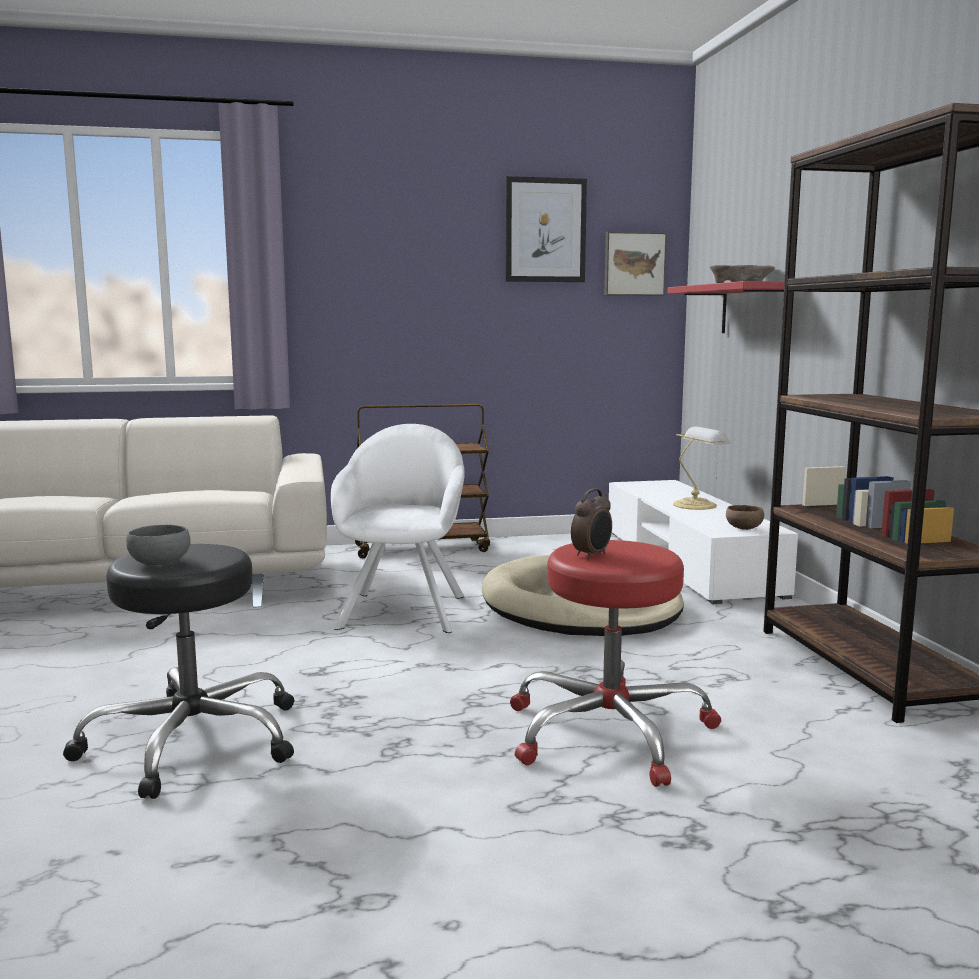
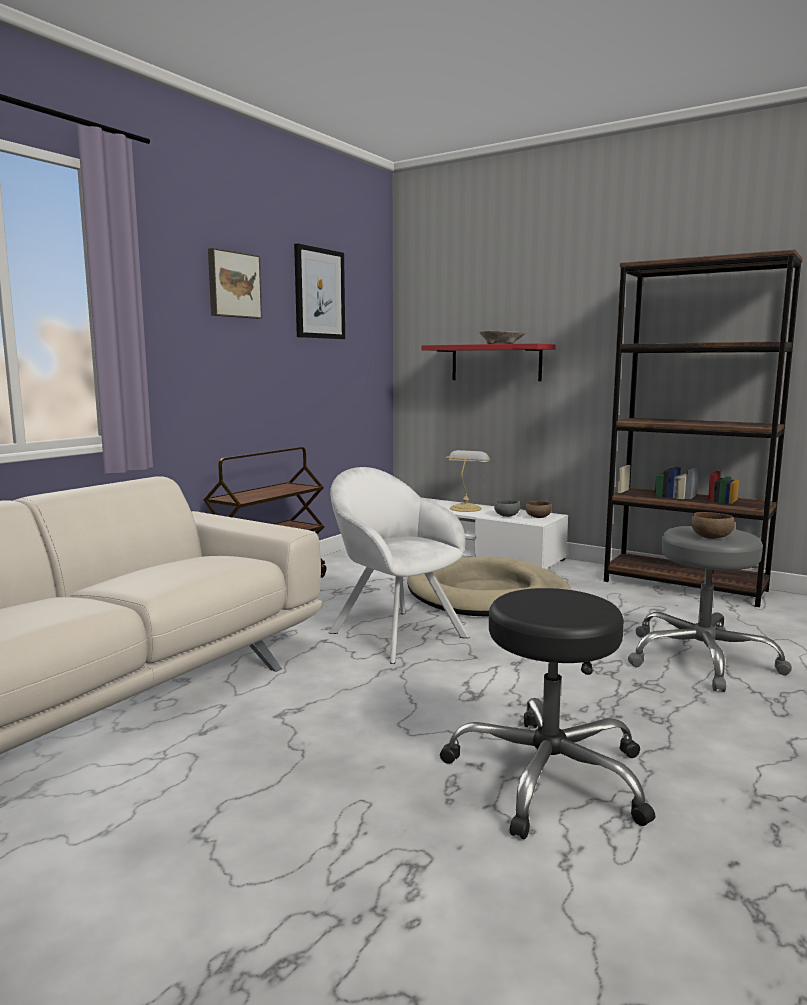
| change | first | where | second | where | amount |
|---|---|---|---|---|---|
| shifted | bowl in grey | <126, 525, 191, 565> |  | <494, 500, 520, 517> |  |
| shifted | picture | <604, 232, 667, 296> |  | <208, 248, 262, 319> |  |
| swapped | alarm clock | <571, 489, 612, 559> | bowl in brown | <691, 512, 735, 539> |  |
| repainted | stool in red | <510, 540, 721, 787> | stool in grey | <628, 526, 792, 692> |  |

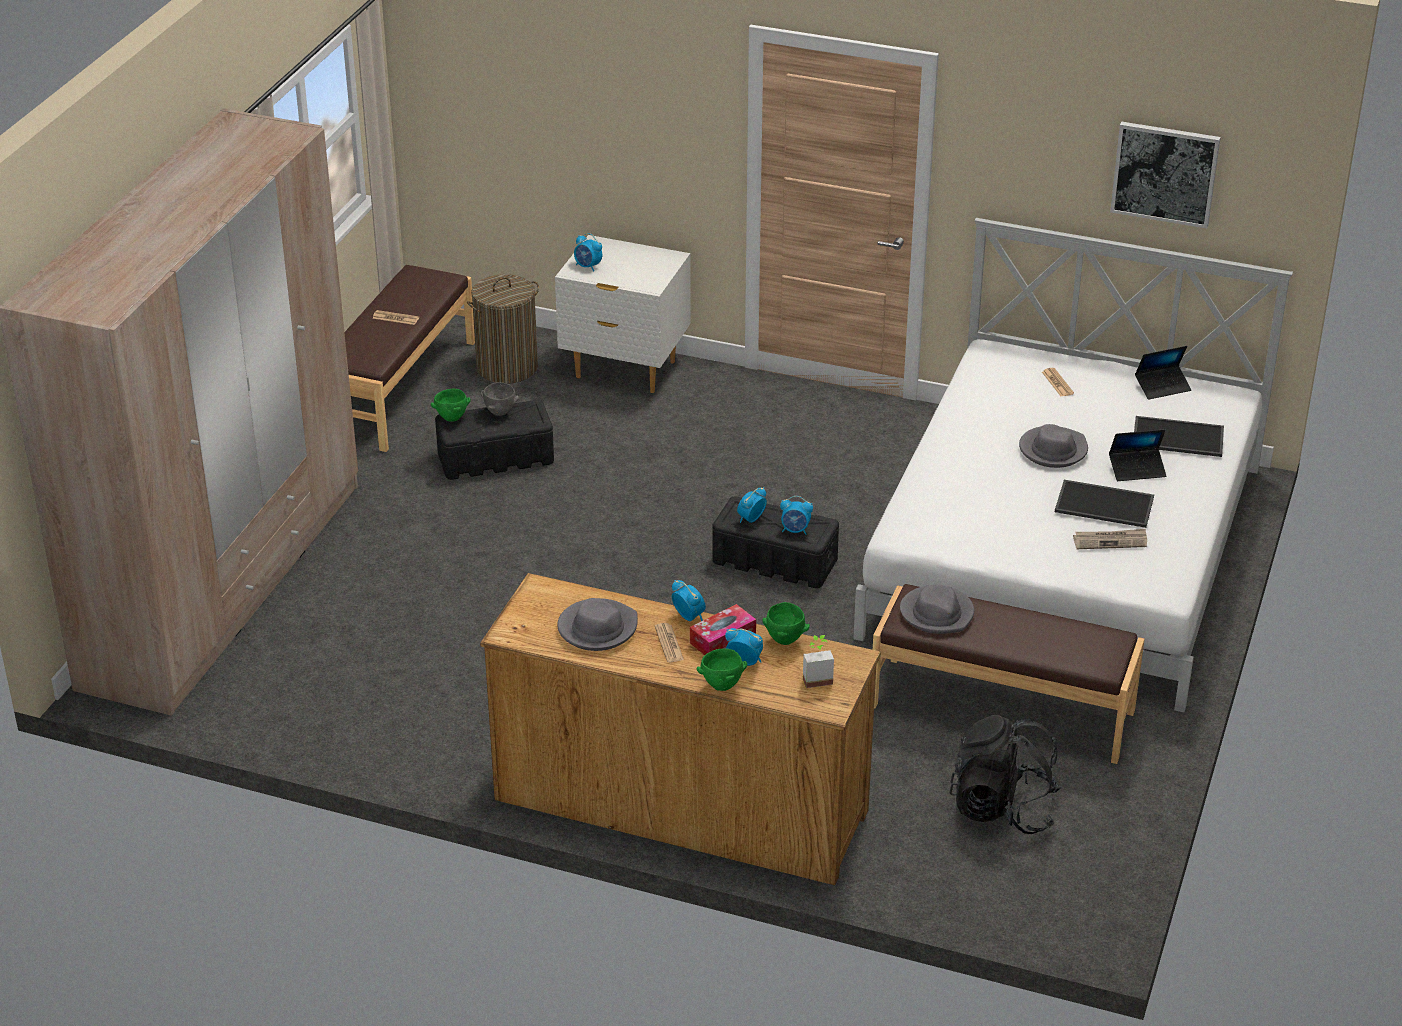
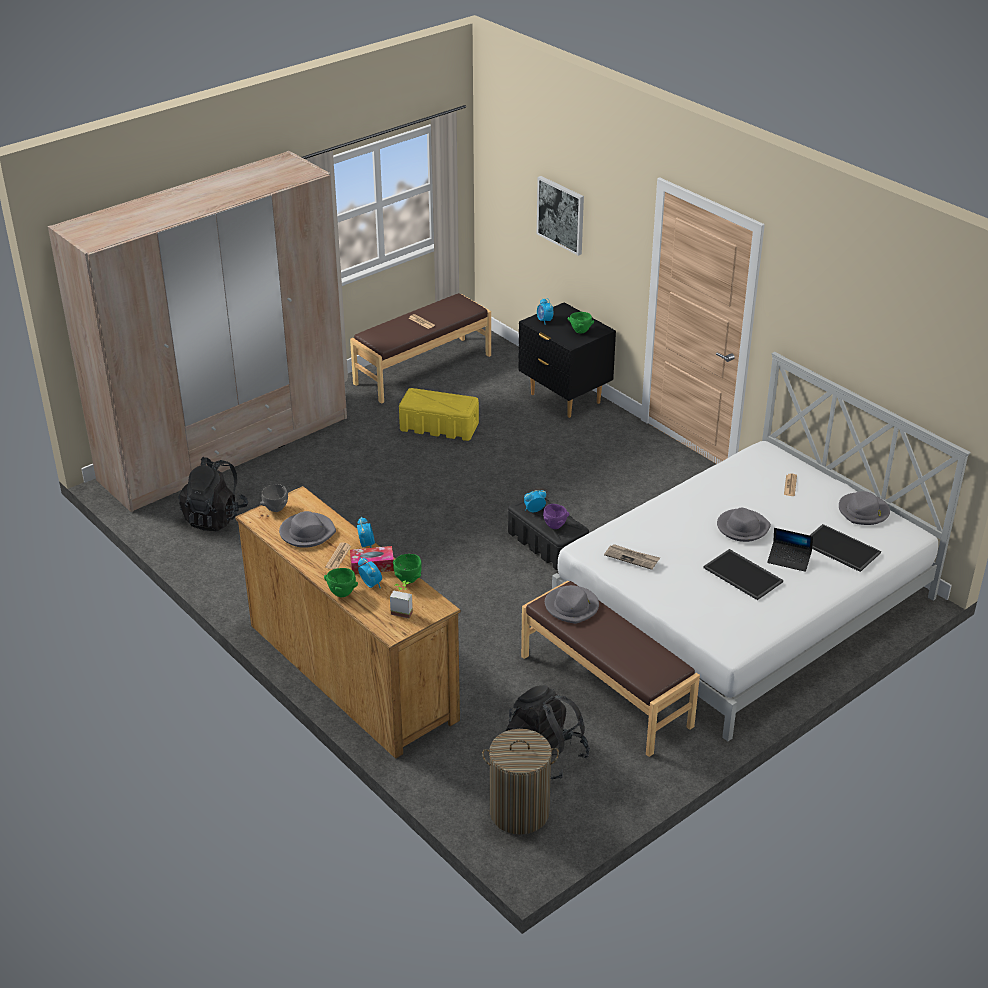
| change | first | where | second | where | amount |
|---|---|---|---|---|---|
| new |  |  | backpack in black | <179, 457, 248, 531> |  |
| shifted | bowl in green | <431, 389, 471, 422> |  | <568, 312, 594, 334> |  |
| shifted | laundry basket | <467, 274, 539, 384> |  | <482, 729, 559, 835> |  |
| shifted | bowl in grey | <481, 382, 519, 416> |  | <260, 484, 288, 512> |  |
| shifted | newspaper | <1073, 529, 1147, 549> |  | <604, 544, 660, 570> |  |
| shifted | picture | <1110, 121, 1221, 229> |  | <537, 176, 584, 256> |  |
| swapped | alarm clock | <780, 496, 813, 535> | bowl in purple | <543, 504, 569, 529> |  |
| swapped | laptop | <1135, 346, 1191, 400> | hat in grey | <839, 491, 890, 525> |  |
| repainted | storage box in black | <435, 400, 554, 480> | storage box in yellow | <399, 388, 479, 441> |  |
| repainted | nightstand in white | <555, 235, 691, 393> | nightstand in black | <518, 302, 616, 418> |  |

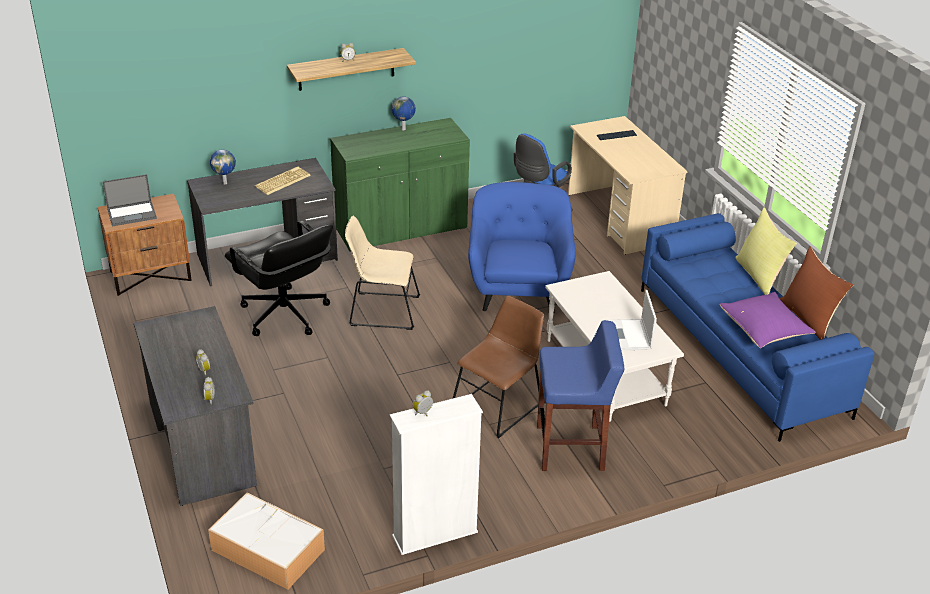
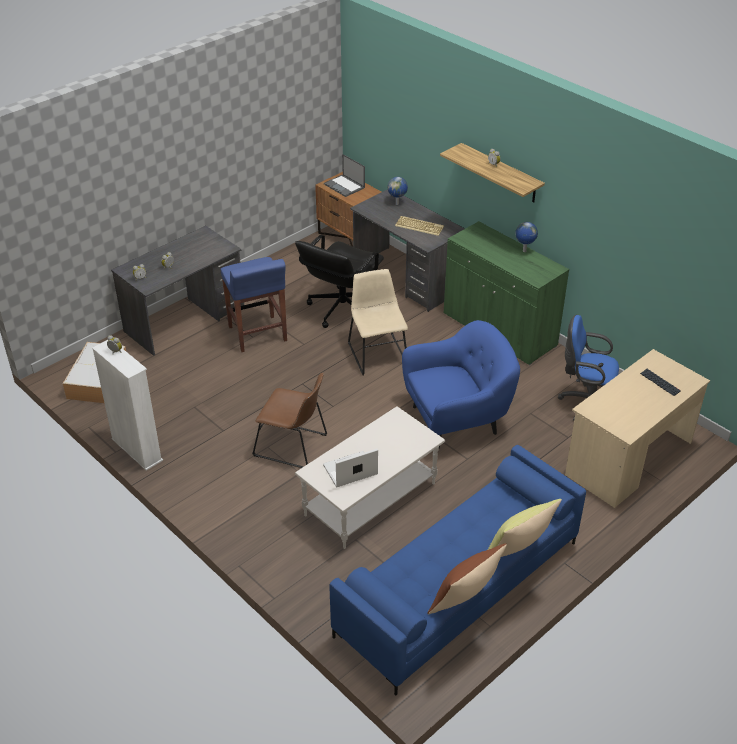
| change | first | where | second | where | amount |
|---|---|---|---|---|---|
| gone | pillow in purple | <720, 292, 816, 348> |  |  |  |
| shifted | stool in blue | <537, 320, 624, 471> |  | <221, 257, 287, 352> |  |

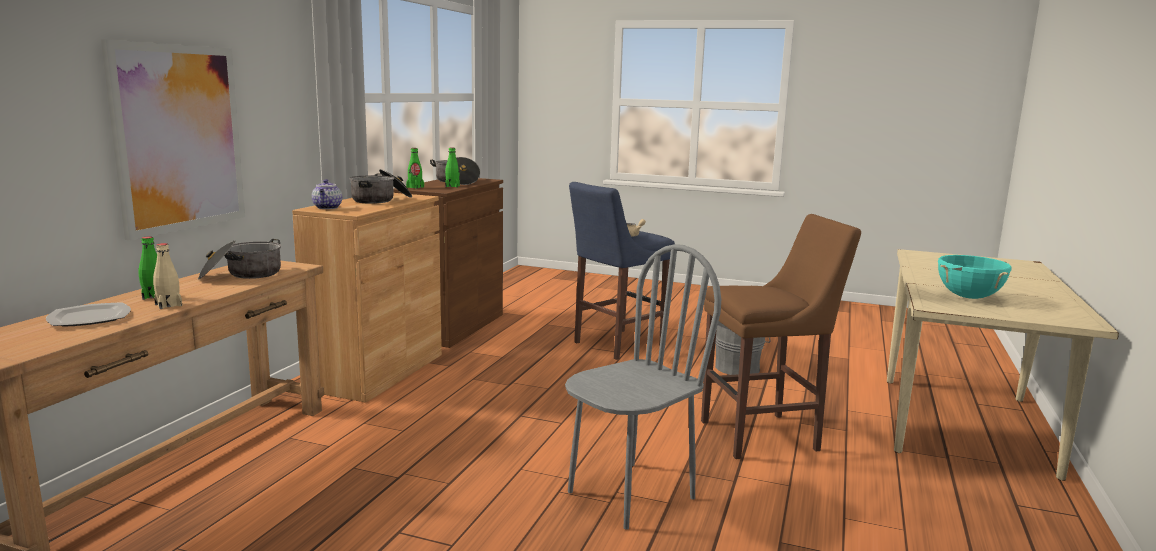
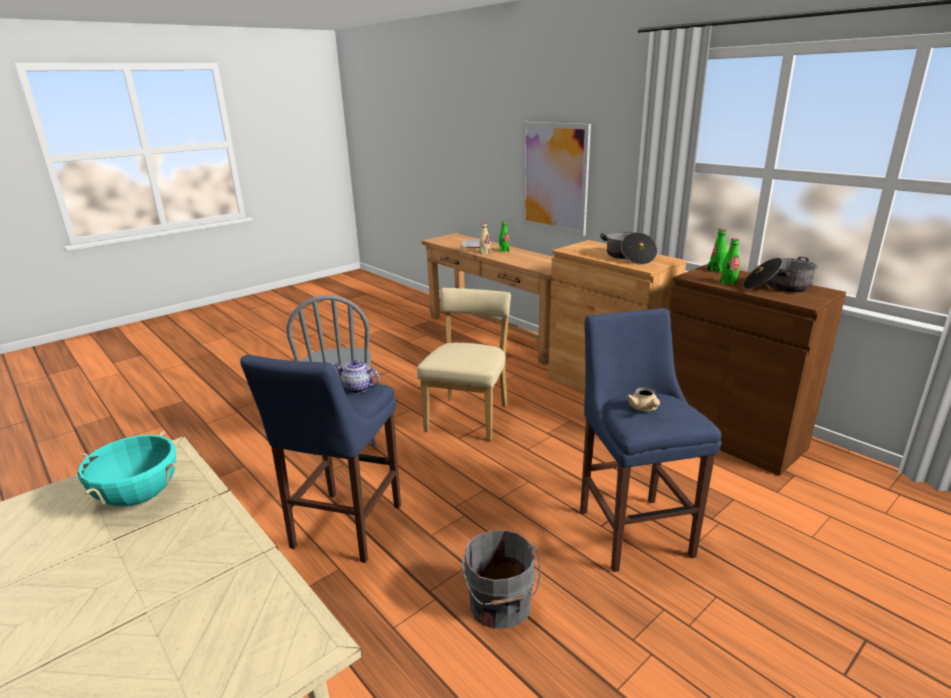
| change | first | where | second | where | amount |
|---|---|---|---|---|---|
| gone | cooking pot | <198, 239, 281, 280> |  |  |  |
| new |  |  | chair in beige | <417, 288, 511, 441> |  |
| shifted | teapot | <312, 179, 342, 209> |  | <334, 360, 380, 393> |  |
| repainted | stool in brown | <701, 214, 861, 459> | stool in blue | <240, 355, 401, 563> |  |

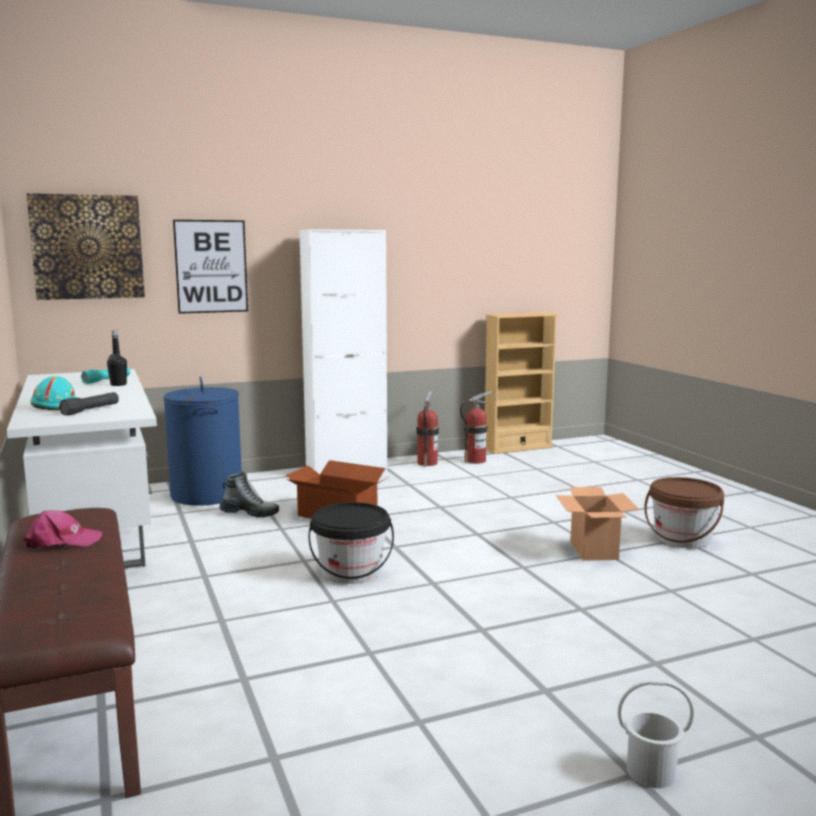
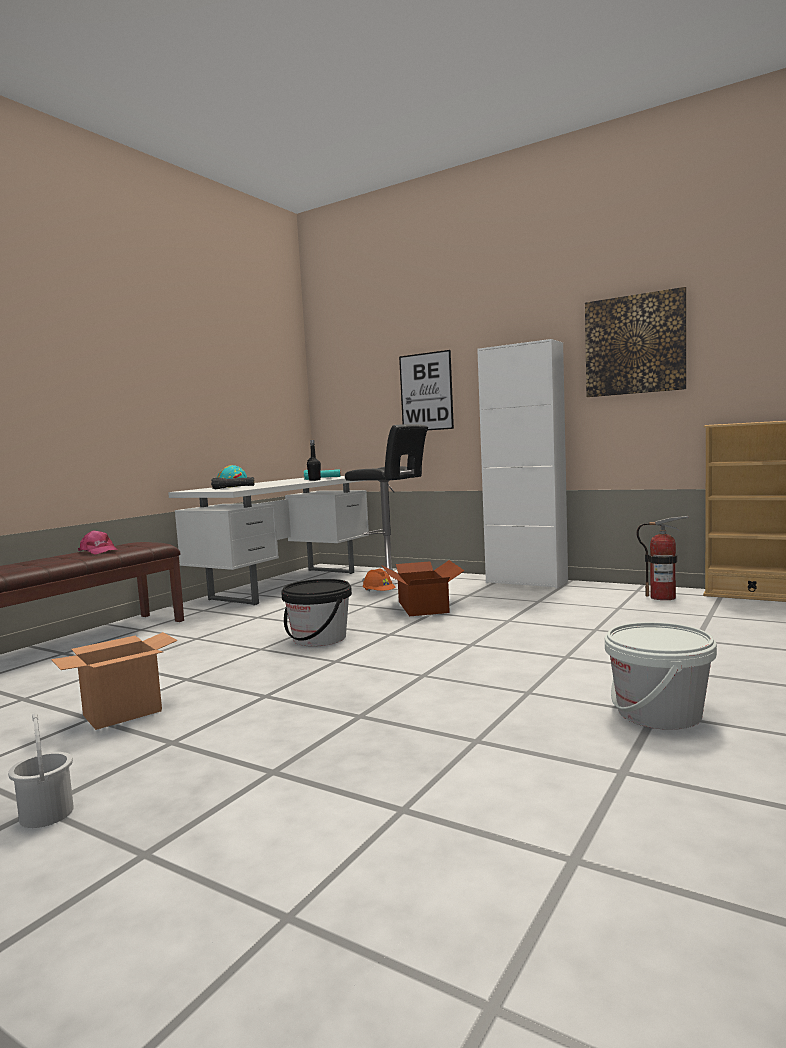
| change | first | where | second | where | amount |
|---|---|---|---|---|---|
| gone | fire extinguisher | <417, 391, 439, 466> |  |  |  |
| shifted | picture | <26, 193, 145, 300> |  | <585, 287, 686, 397> |  |
| shifted | cardboard box | <556, 487, 639, 561> |  | <51, 632, 178, 730> |  |
| swapped | laundry basket in blue | <164, 377, 242, 506> | stool in black | <345, 424, 428, 584> |  |
| swapped | boot | <219, 472, 279, 517> | hard hat in orange | <363, 569, 396, 592> |  |
| repainted | bucket in brown | <644, 477, 724, 549> | bucket in white | <605, 622, 717, 730> |  |

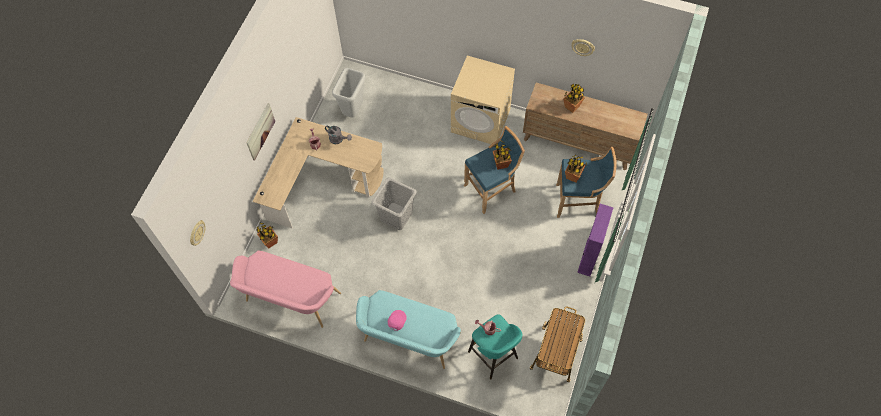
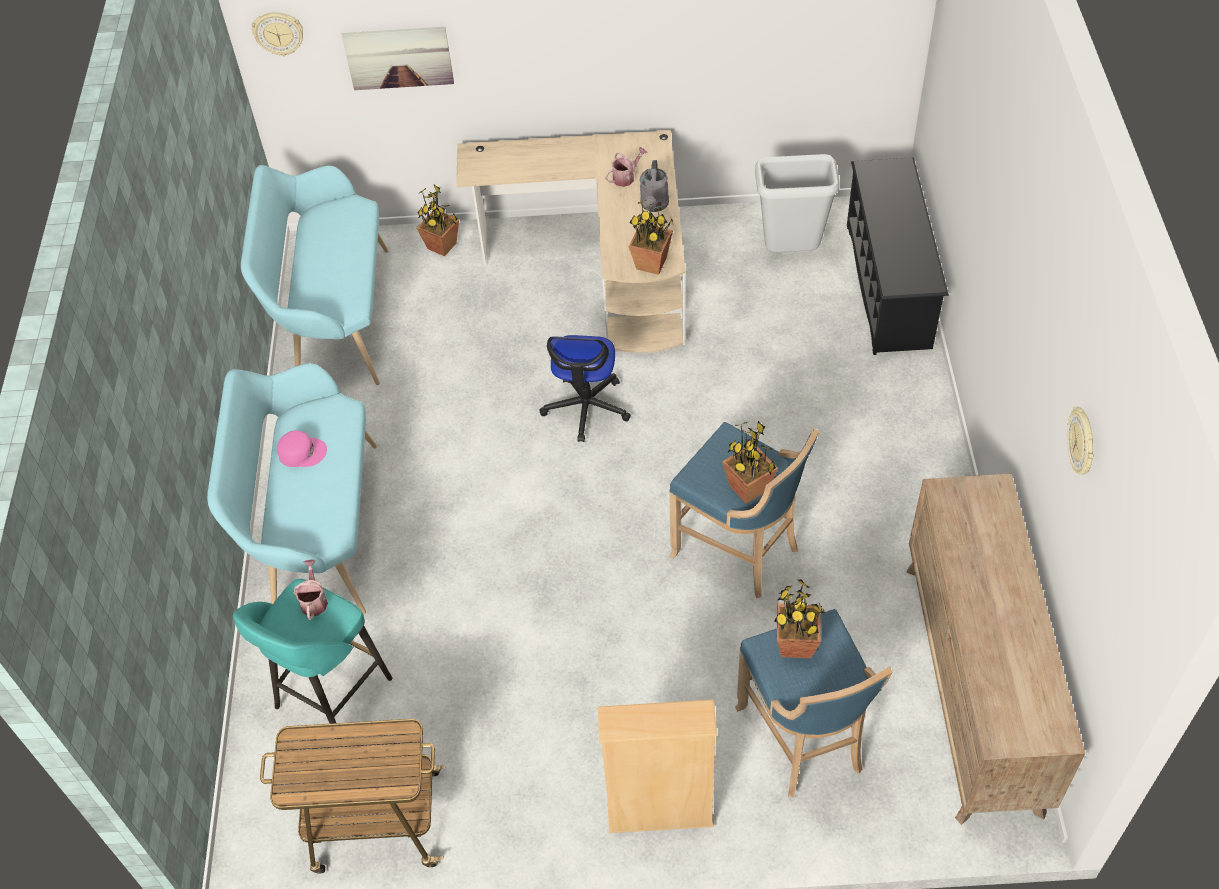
| change | first | where | second | where | amount |
|---|---|---|---|---|---|
| gone | washing machine in beige | <451, 56, 515, 144> |  |  |  |
| new |  |  | shoe rack in black | <847, 157, 949, 355> |  |
| shifted | picture | <247, 103, 275, 161> |  | <342, 27, 454, 90> |  |
| shifted | potted plant | <563, 84, 585, 113> |  | <628, 199, 673, 275> |  |
| swapped | laundry basket in grey | <371, 177, 417, 230> | office chair | <539, 335, 631, 442> |  |
| repainted | bench in pink | <230, 250, 341, 328> | bench in turquoise | <241, 165, 388, 385> |  |
| repainted | bookcase in purple | <577, 204, 613, 276> | bookcase in beige | <598, 699, 717, 833> |  |

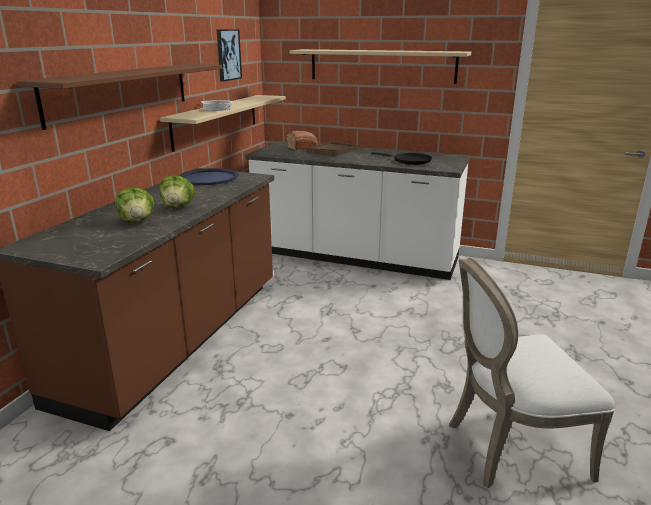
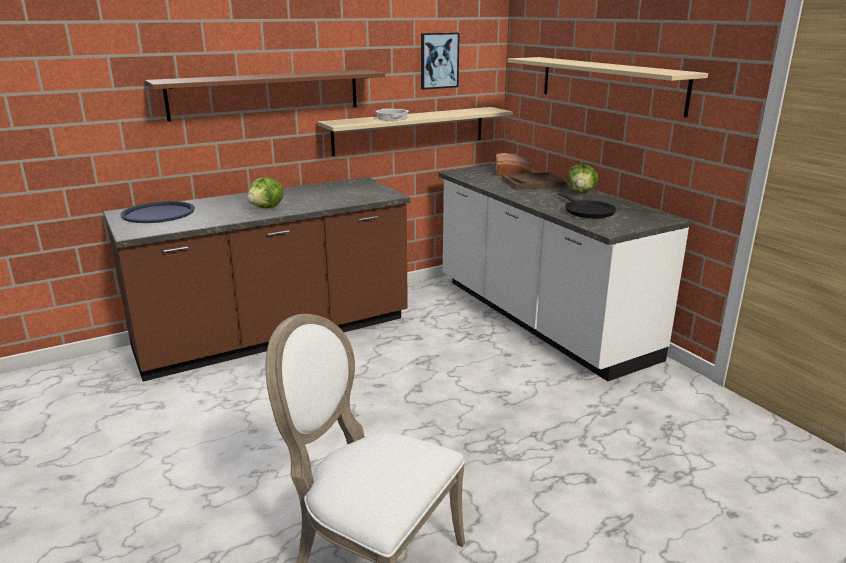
| change | first | where | second | where | amount |
|---|---|---|---|---|---|
| shifted | lettuce | <115, 188, 154, 223> |  | <568, 164, 598, 193> |  |
| shifted | tray in blue | <179, 168, 238, 185> |  | <121, 201, 195, 223> |  |

